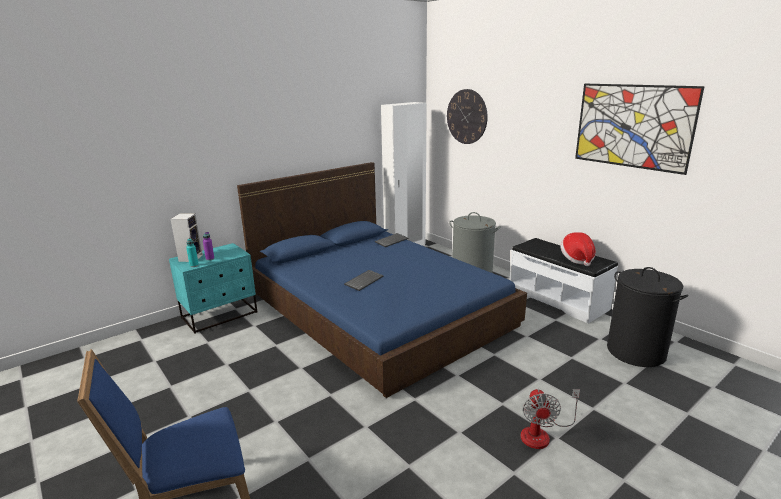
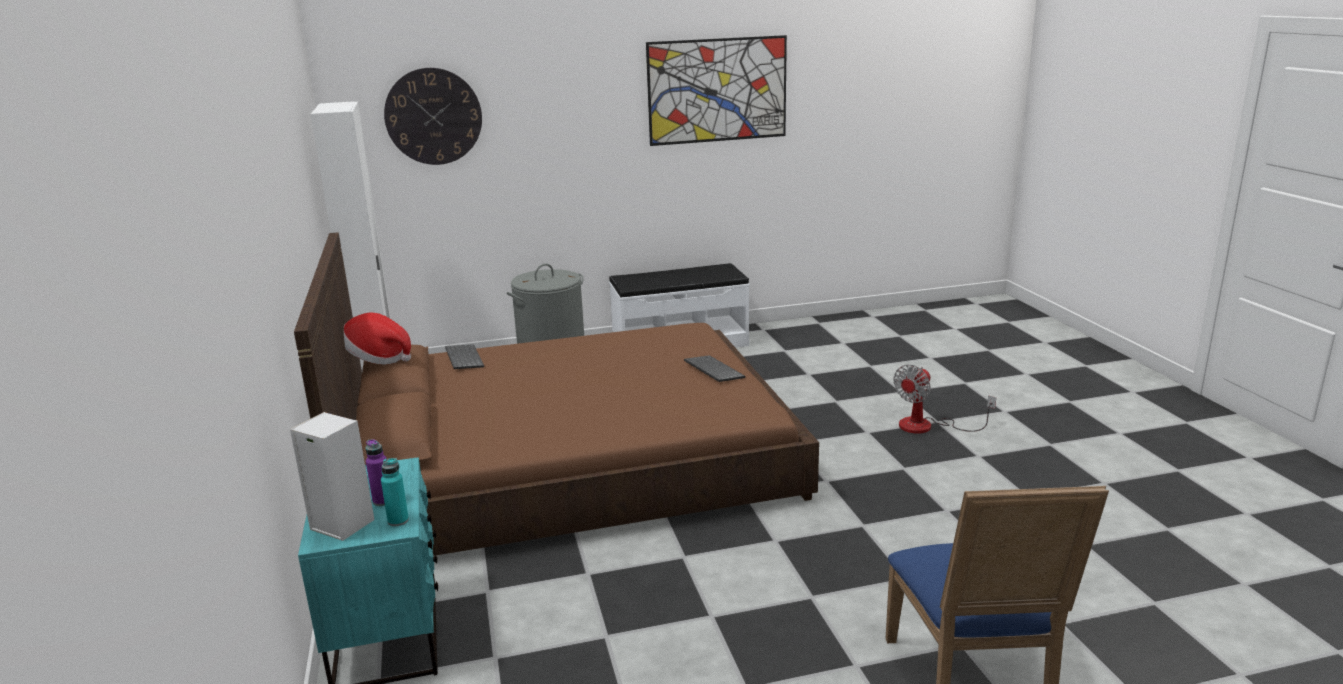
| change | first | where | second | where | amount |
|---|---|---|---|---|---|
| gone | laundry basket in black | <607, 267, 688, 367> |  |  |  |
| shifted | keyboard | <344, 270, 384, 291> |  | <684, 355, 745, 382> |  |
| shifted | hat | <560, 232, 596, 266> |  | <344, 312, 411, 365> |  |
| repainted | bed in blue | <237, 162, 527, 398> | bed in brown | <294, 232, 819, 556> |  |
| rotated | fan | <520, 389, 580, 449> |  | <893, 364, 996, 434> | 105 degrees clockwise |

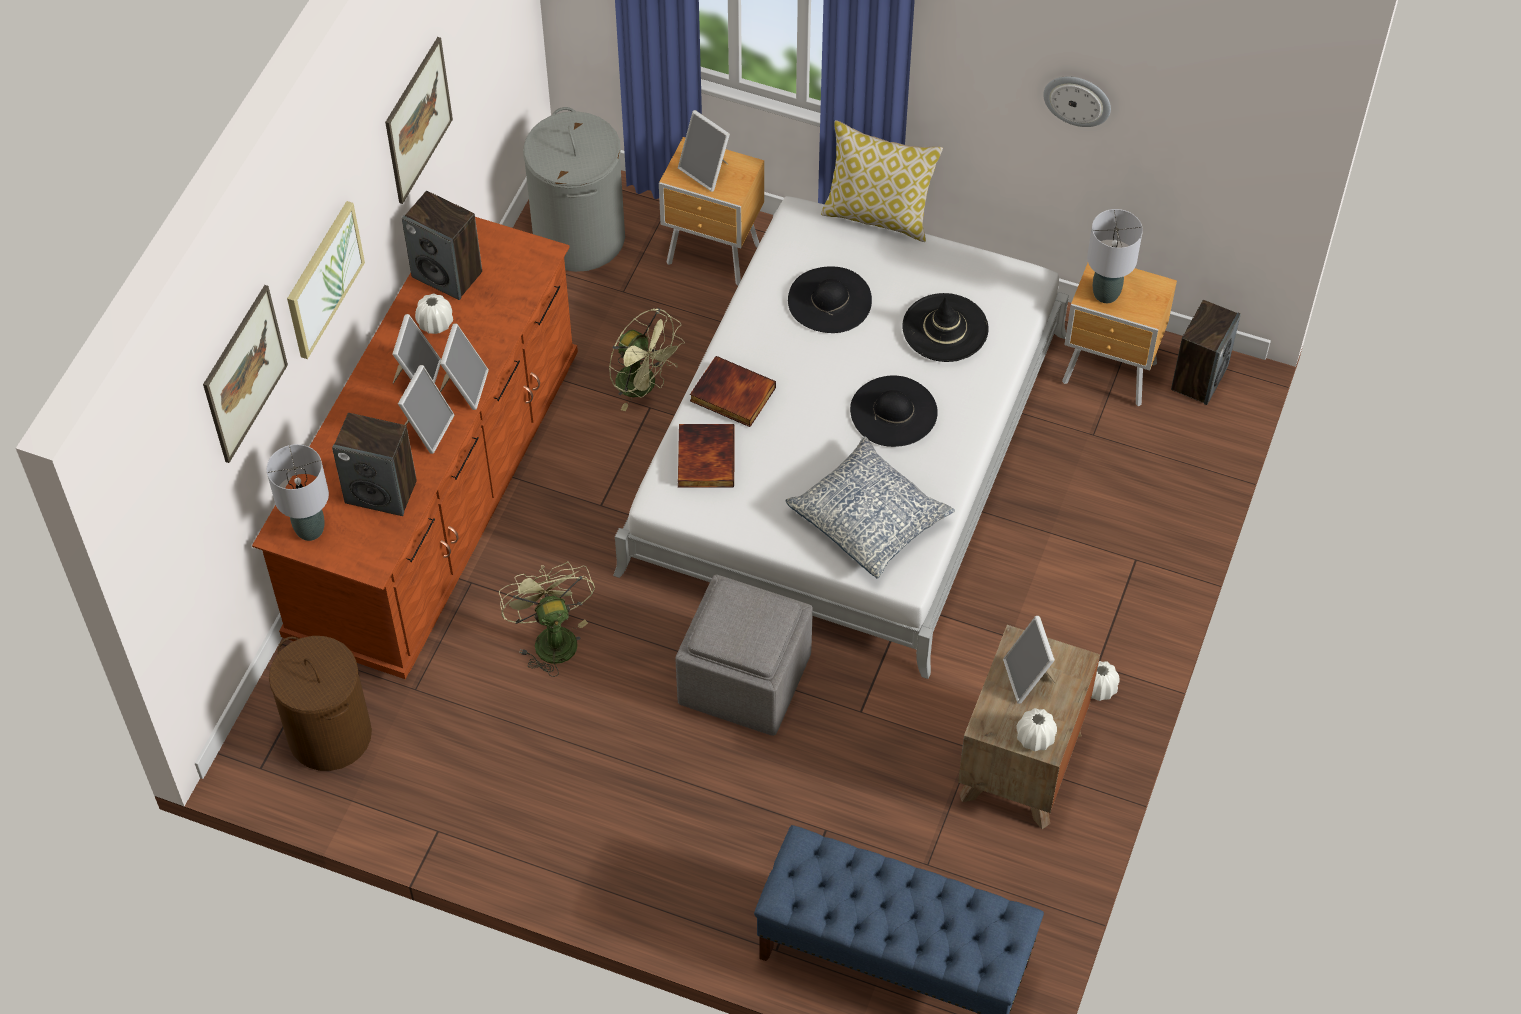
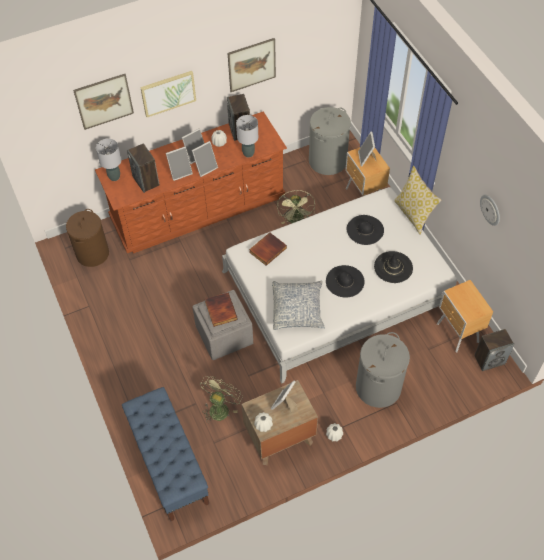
| change | first | where | second | where | amount |
|---|---|---|---|---|---|
| new |  |  | laundry basket in grey | <356, 332, 410, 408> |  |
| shifted | fan in green | <499, 561, 595, 677> |  | <200, 376, 243, 423> |  |
| shifted | book | <690, 356, 776, 427> |  | <205, 293, 238, 327> |  |
| shifted | table lamp in grey | <1087, 209, 1143, 303> |  | <236, 115, 258, 158> |  |

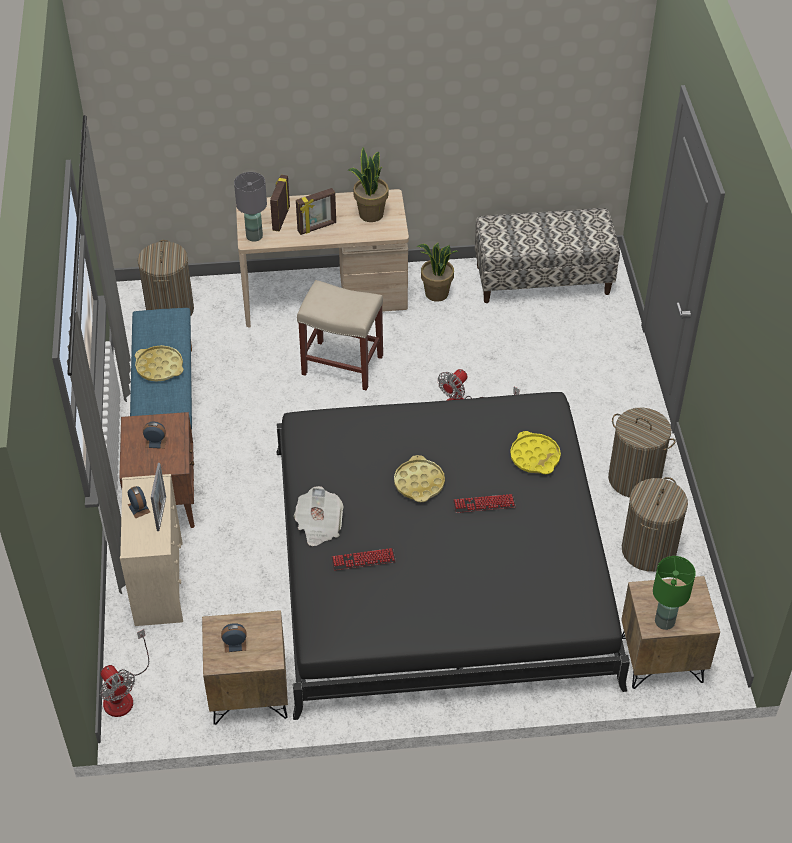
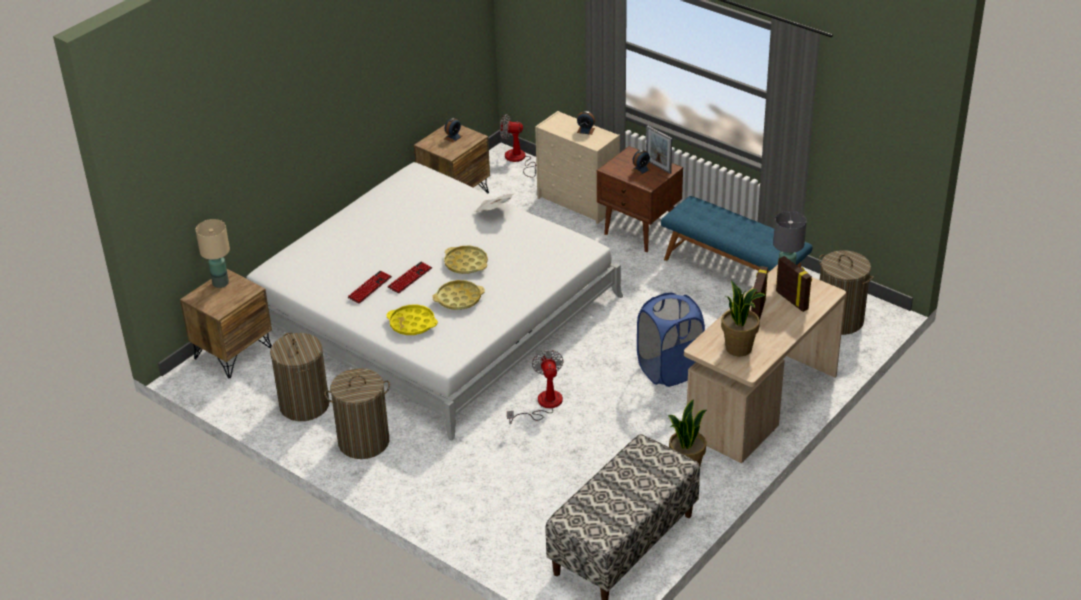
| change | first | where | second | where | amount |
|---|---|---|---|---|---|
| shifted | tray in yellow | <135, 345, 184, 382> |  | <432, 280, 485, 310> |  |
| shifted | picture frame | <151, 463, 166, 531> |  | <646, 125, 672, 174> |  |
| shifted | keyboard | <331, 548, 396, 570> |  | <348, 271, 392, 304> |  |
| swapped | stool in beige | <297, 280, 383, 391> | laundry basket in blue | <637, 293, 705, 387> |  |
| repainted | bed in black | <276, 392, 630, 720> | bed in white | <246, 162, 623, 440> |  |
| repainted | table lamp in green | <653, 556, 696, 630> | table lamp in beige | <195, 219, 230, 288> |  |

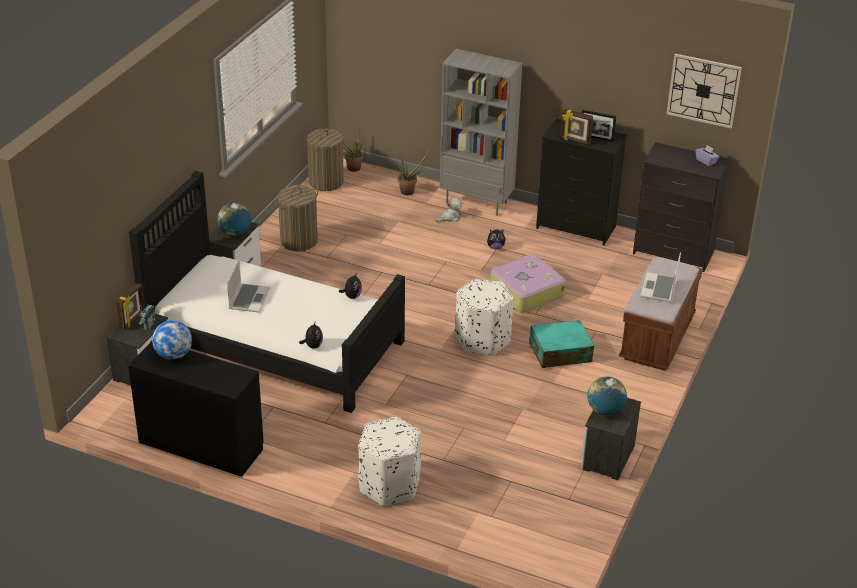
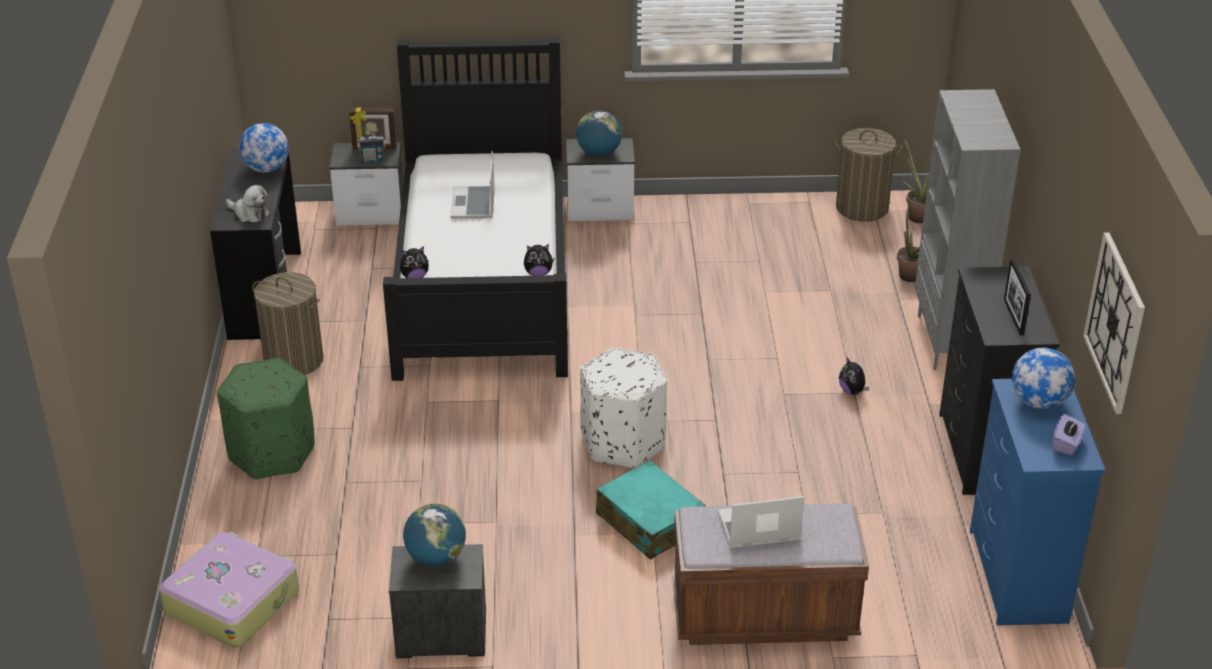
| change | first | where | second | where | amount |
|---|---|---|---|---|---|
| gone | picture frame | <560, 109, 593, 145> |  |  |  |
| new |  |  | globe | <1012, 347, 1075, 409> |  |
| shifted | laundry basket | <276, 185, 318, 252> |  | <252, 272, 324, 375> |  |
| shifted | plush toy | <435, 197, 462, 222> |  | <226, 185, 269, 222> |  |
| shifted | suitcase | <490, 255, 565, 312> |  | <159, 532, 299, 648> |  |
| repainted | ottoman in white | <358, 417, 421, 507> | ottoman in green | <217, 358, 315, 480> |  |
| repainted | dresser in black | <633, 142, 730, 272> | dresser in blue | <970, 379, 1105, 625> |  |
| rotated | laptop | <227, 259, 270, 312> |  | <450, 151, 495, 218> | 105 degrees clockwise |

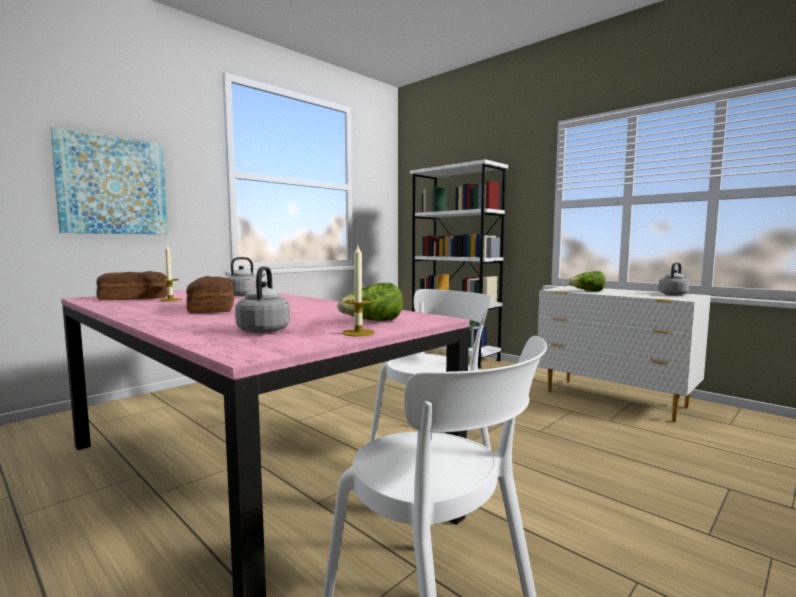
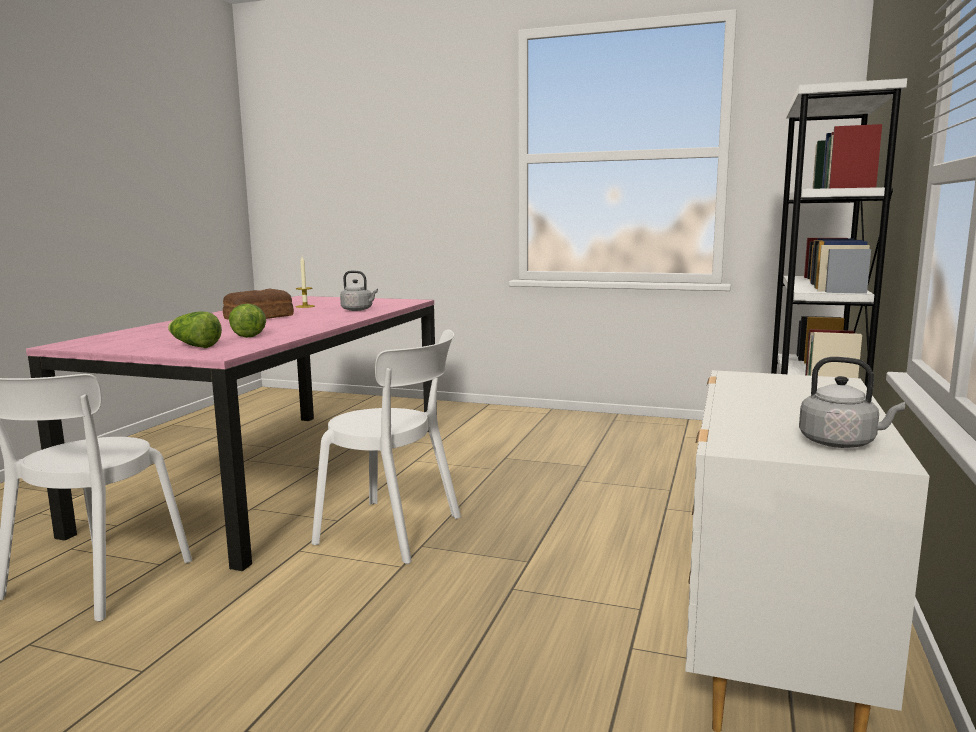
| change | first | where | second | where | amount |
|---|---|---|---|---|---|
| gone | picture | <50, 127, 168, 234> |  |  |  |
| gone | bread | <96, 271, 167, 300> |  |  |  |
| gone | kettle in grey | <235, 266, 290, 334> |  |  |  |
| gone | candle | <342, 244, 375, 336> |  |  |  |
| shifted | lettuce | <568, 271, 605, 291> |  | <229, 303, 266, 338> |  |

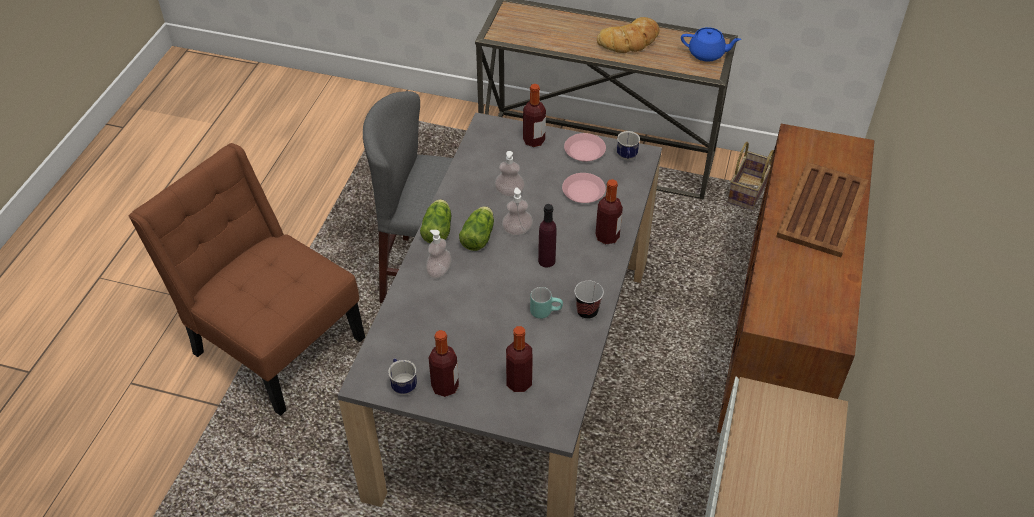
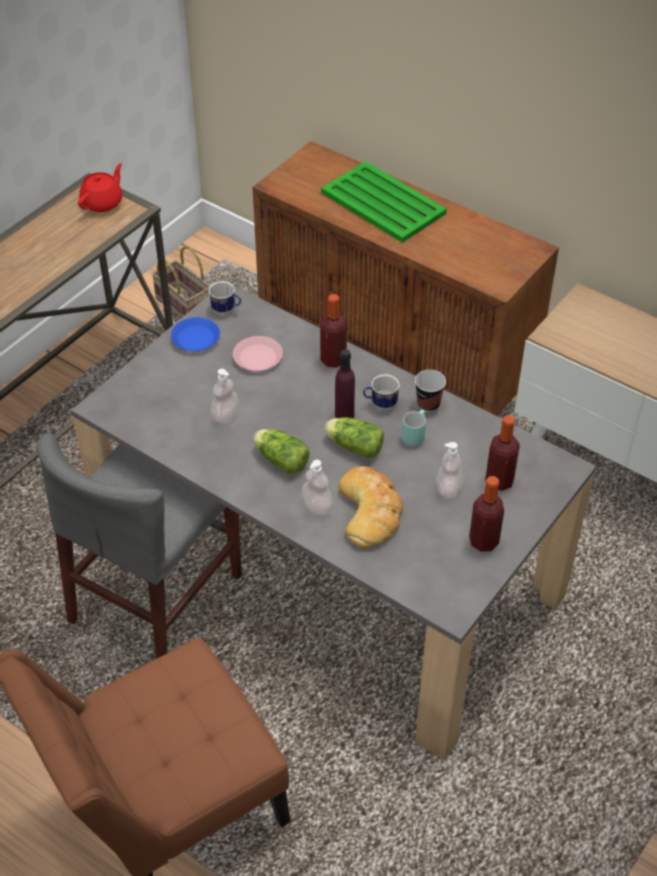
| change | first | where | second | where | amount |
|---|---|---|---|---|---|
| gone | bottle | <523, 84, 546, 147> |  |  |  |
| shifted | mug | <388, 358, 417, 395> |  | <363, 374, 400, 410> |  |
| shifted | lettuce | <420, 199, 451, 243> |  | <325, 417, 384, 458> |  |
| shifted | soap dispenser | <502, 187, 533, 235> |  | <436, 442, 463, 499> |  |
| shifted | bread | <597, 17, 660, 53> |  | <339, 466, 403, 549> |  |
| repainted | plate in pink | <564, 133, 606, 162> | plate in blue | <171, 317, 220, 351> |  |
| repainted | teapot in blue | <681, 27, 741, 62> | teapot in red | <78, 163, 122, 212> |  |
| repainted | tray in brown | <776, 162, 868, 257> | tray in green | <321, 161, 447, 243> |  |

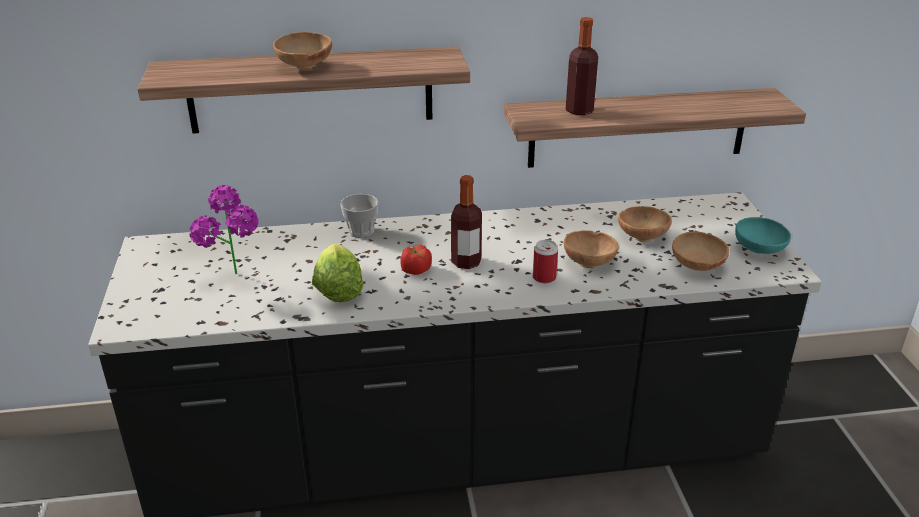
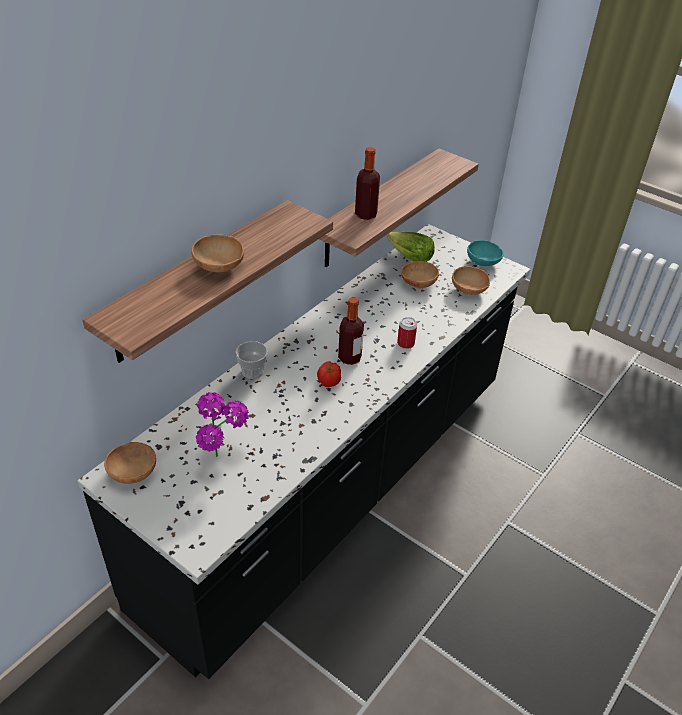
| change | first | where | second | where | amount |
|---|---|---|---|---|---|
| shifted | lettuce | <312, 243, 363, 302> |  | <387, 232, 435, 262> |  |
| shifted | bowl in brown | <564, 230, 619, 268> |  | <104, 442, 156, 484> |  |

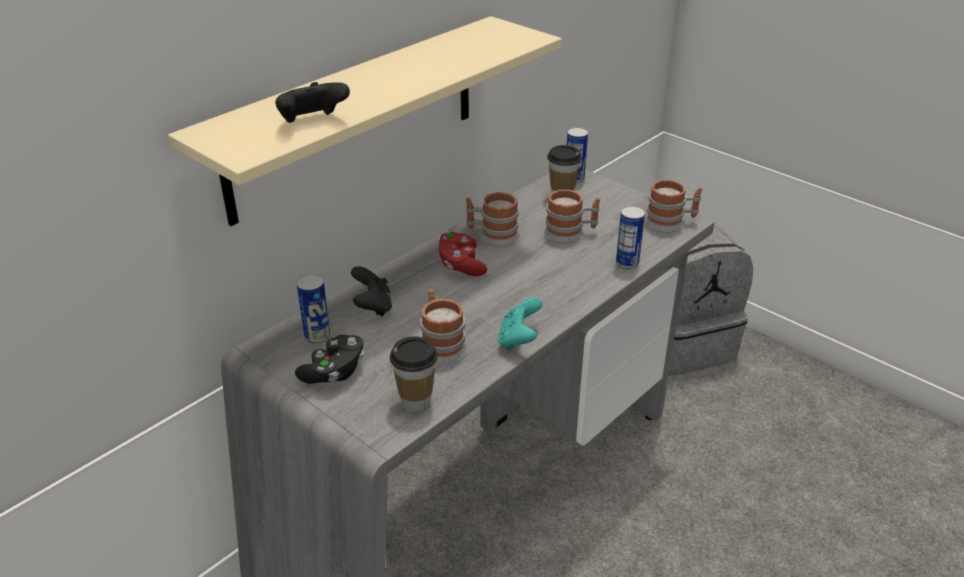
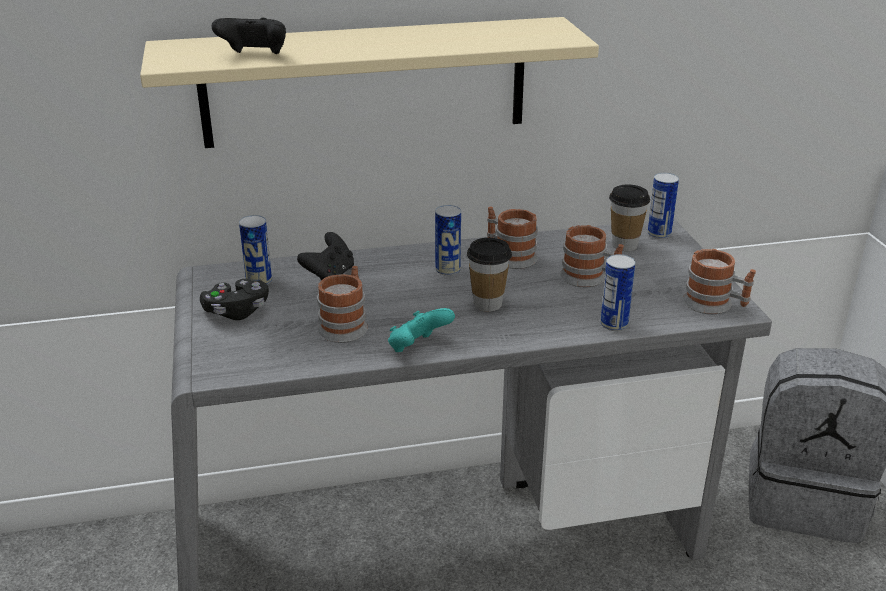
| change | first | where | second | where | amount |
|---|---|---|---|---|---|
| shifted | cup | <390, 336, 438, 413> |  | <467, 238, 512, 312> |  |
| swapped | game controller in red | <439, 231, 487, 276> | can | <435, 205, 461, 276> |  |

